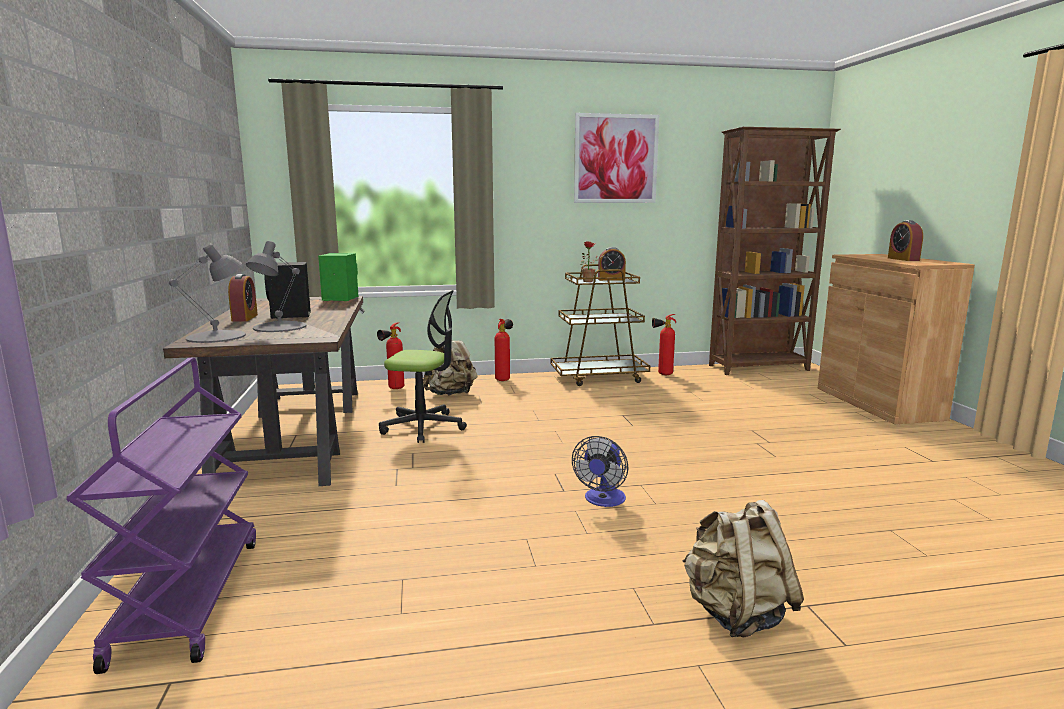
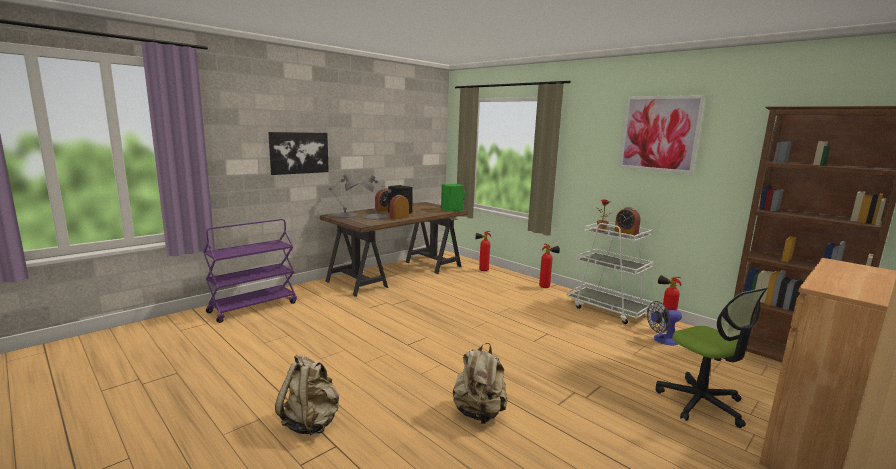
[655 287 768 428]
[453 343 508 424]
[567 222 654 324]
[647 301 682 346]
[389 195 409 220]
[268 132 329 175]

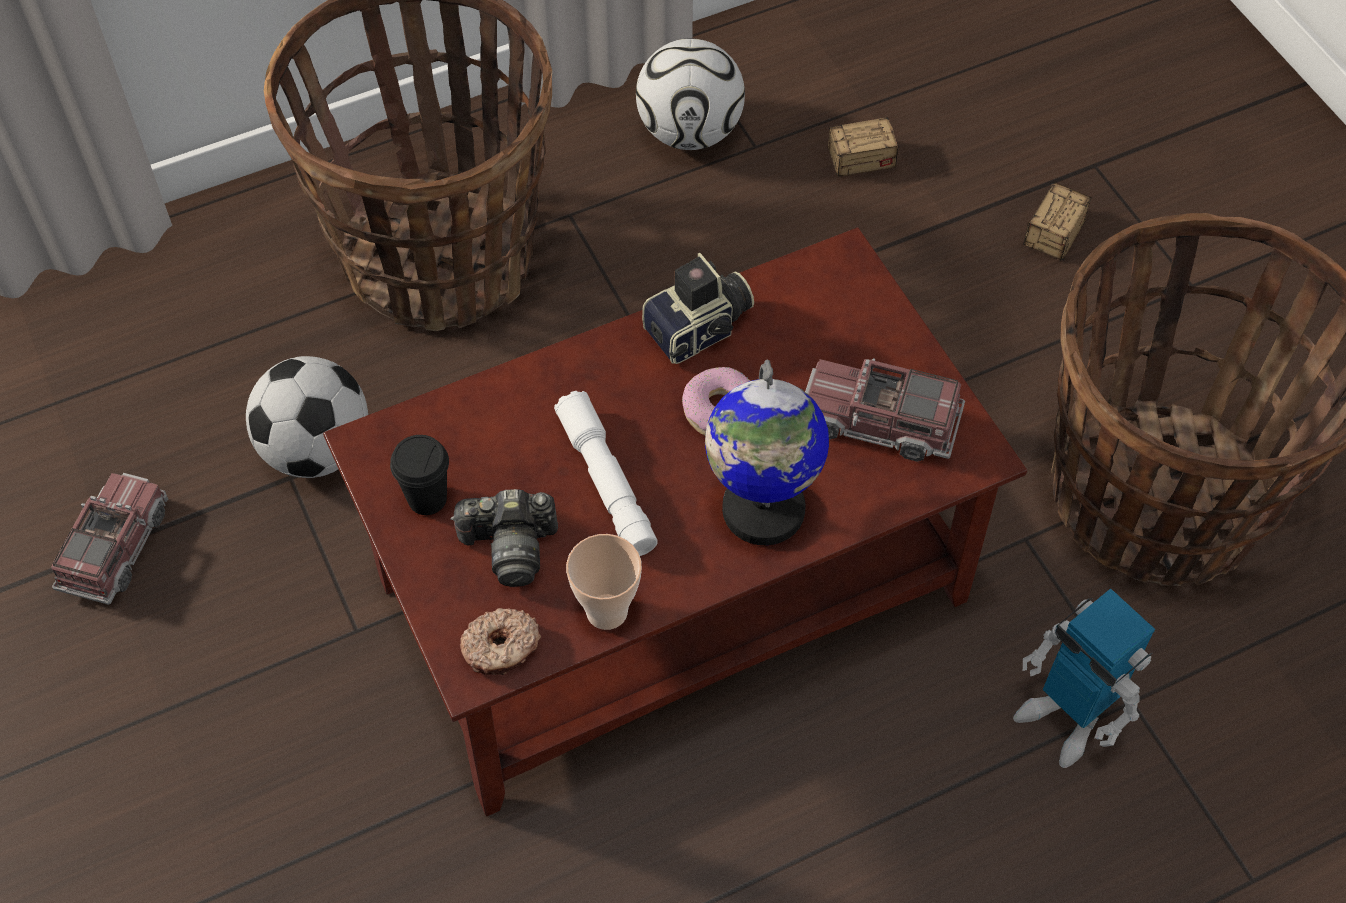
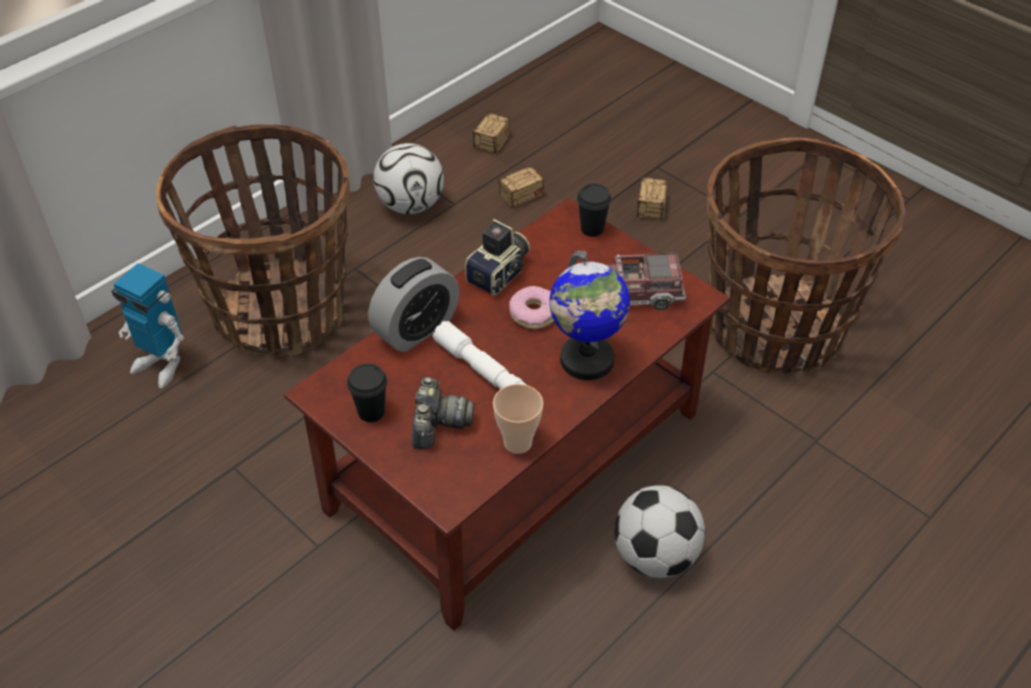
[51 473 168 605] (first image)
[615 485 705 578]
[412 377 474 449]
[460 608 541 675] (first image)
[111 263 184 388]
[368 257 459 352]
[472 112 510 154]
[577 184 611 237]

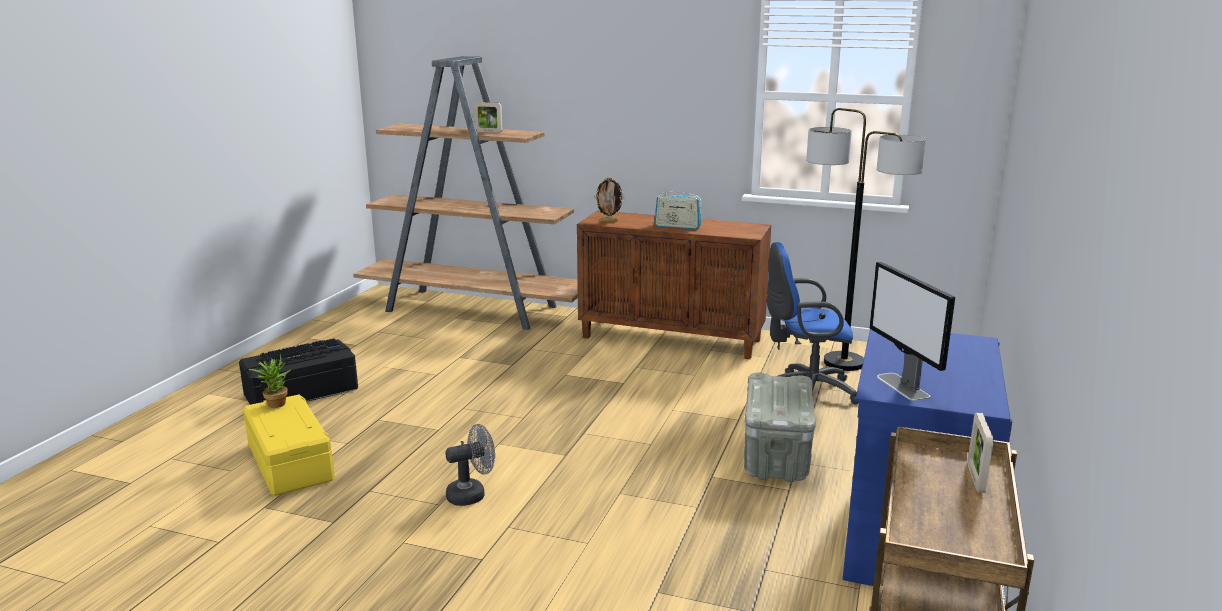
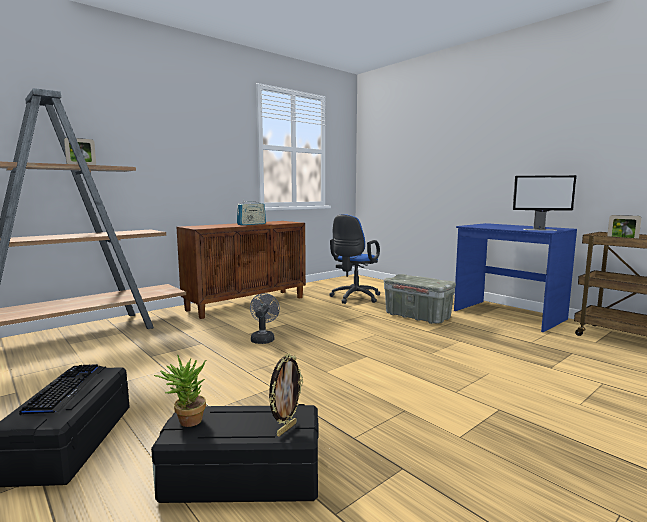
[151 404 318 503]
[250 293 280 344]
[269 353 303 436]
[806 108 926 371] (first image)

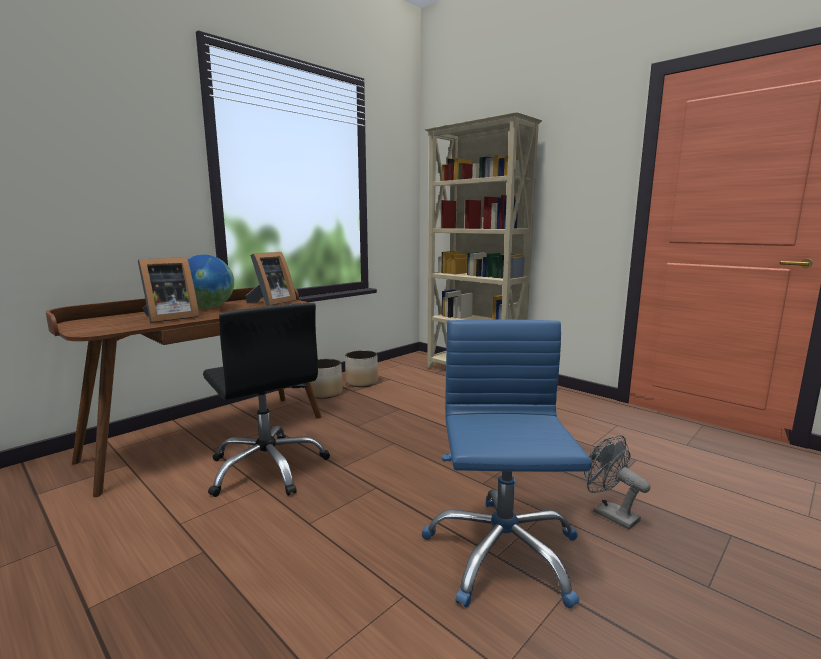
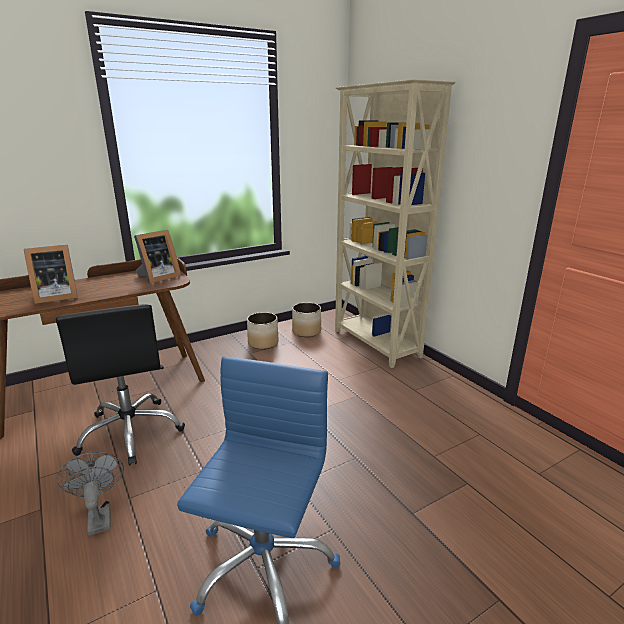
[188 255 234 309] (first image)
[292 303 321 337]
[57 452 124 536]

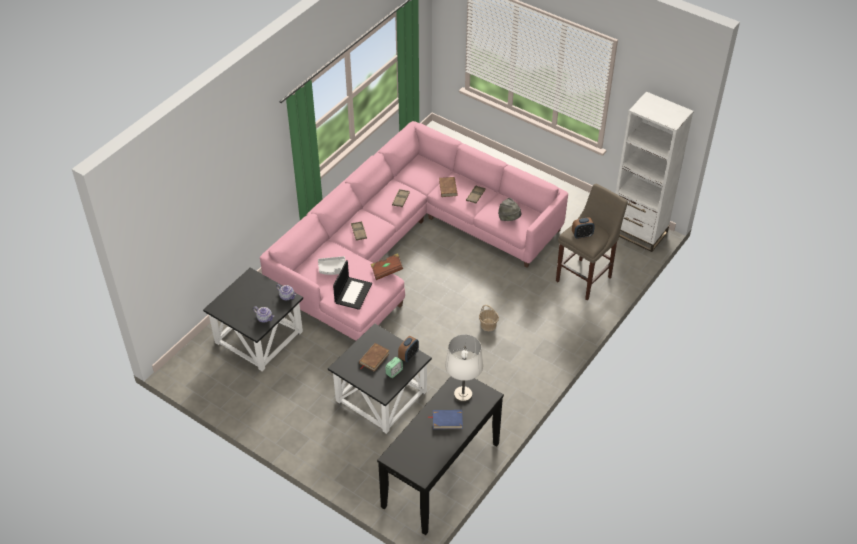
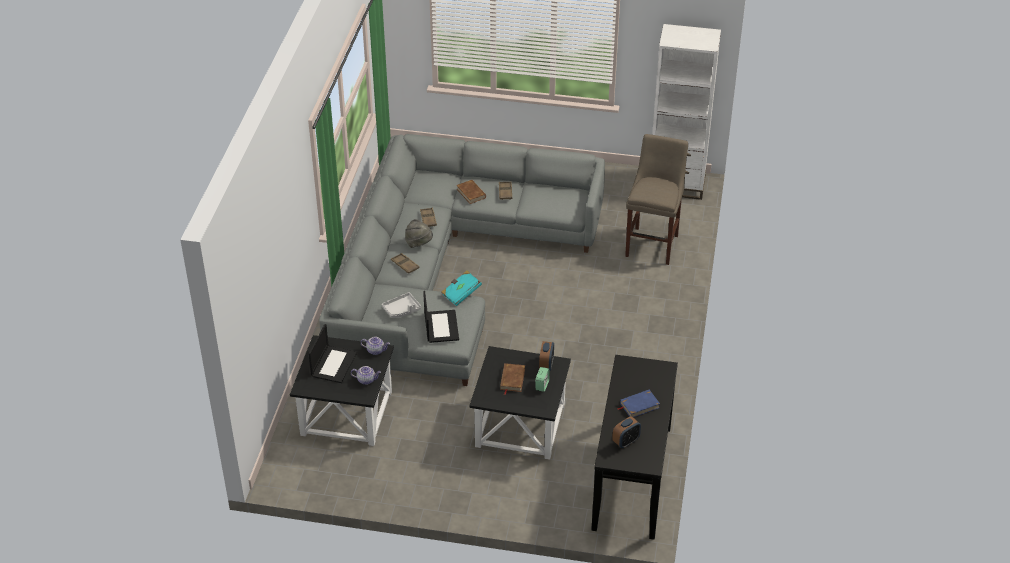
[319 134 605 386]
[442 271 482 306]
[445 334 483 403] (first image)
[479 305 499 331] (first image)
[405 219 433 248]
[612 416 641 448]
[308 324 357 383]

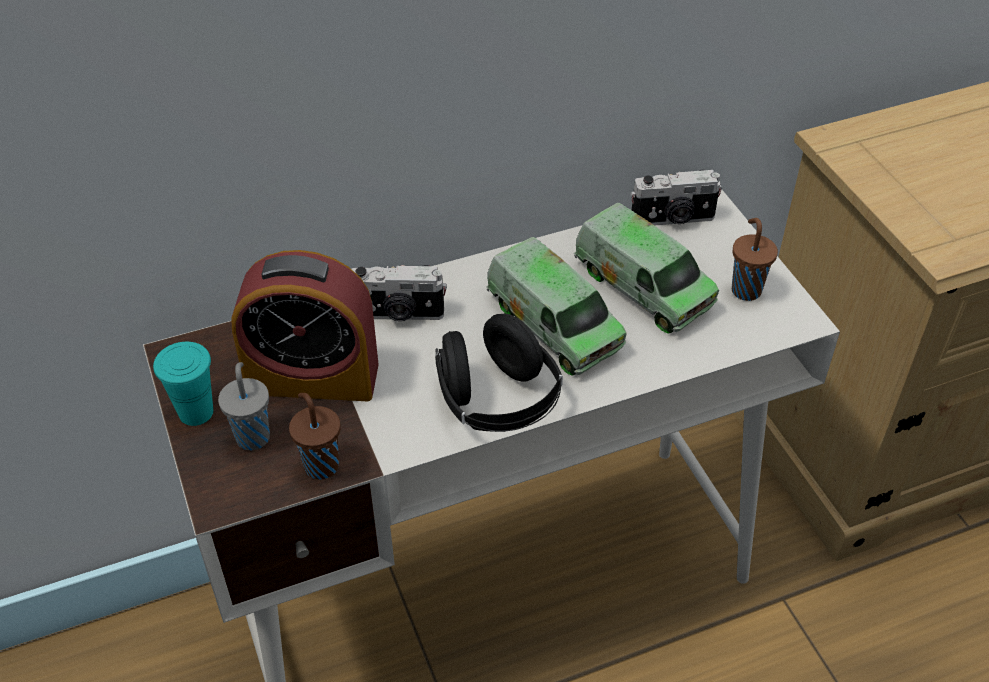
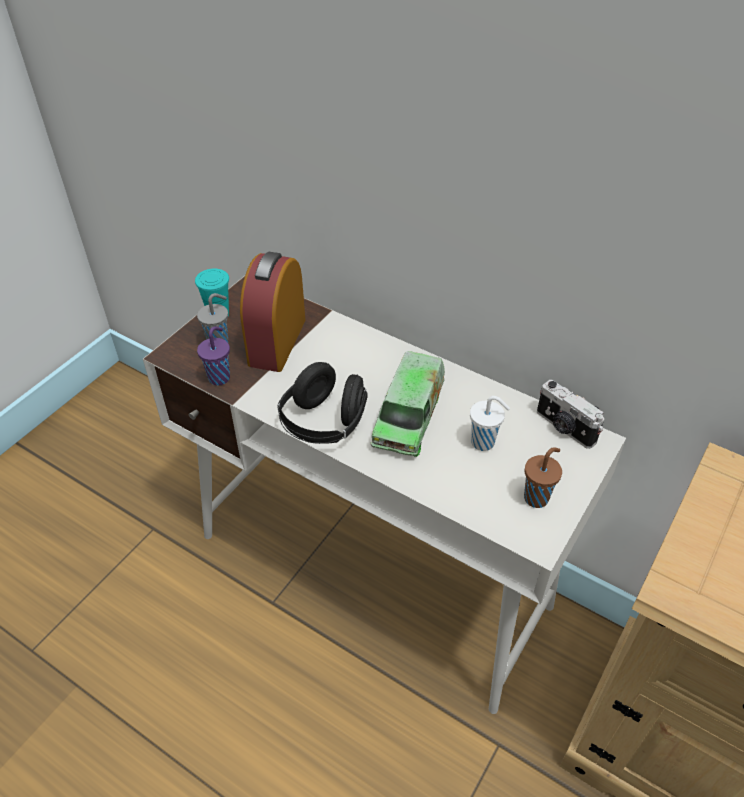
[240 252 305 372]
[197 326 230 386]
[352 265 447 321] (first image)
[470 396 510 451]

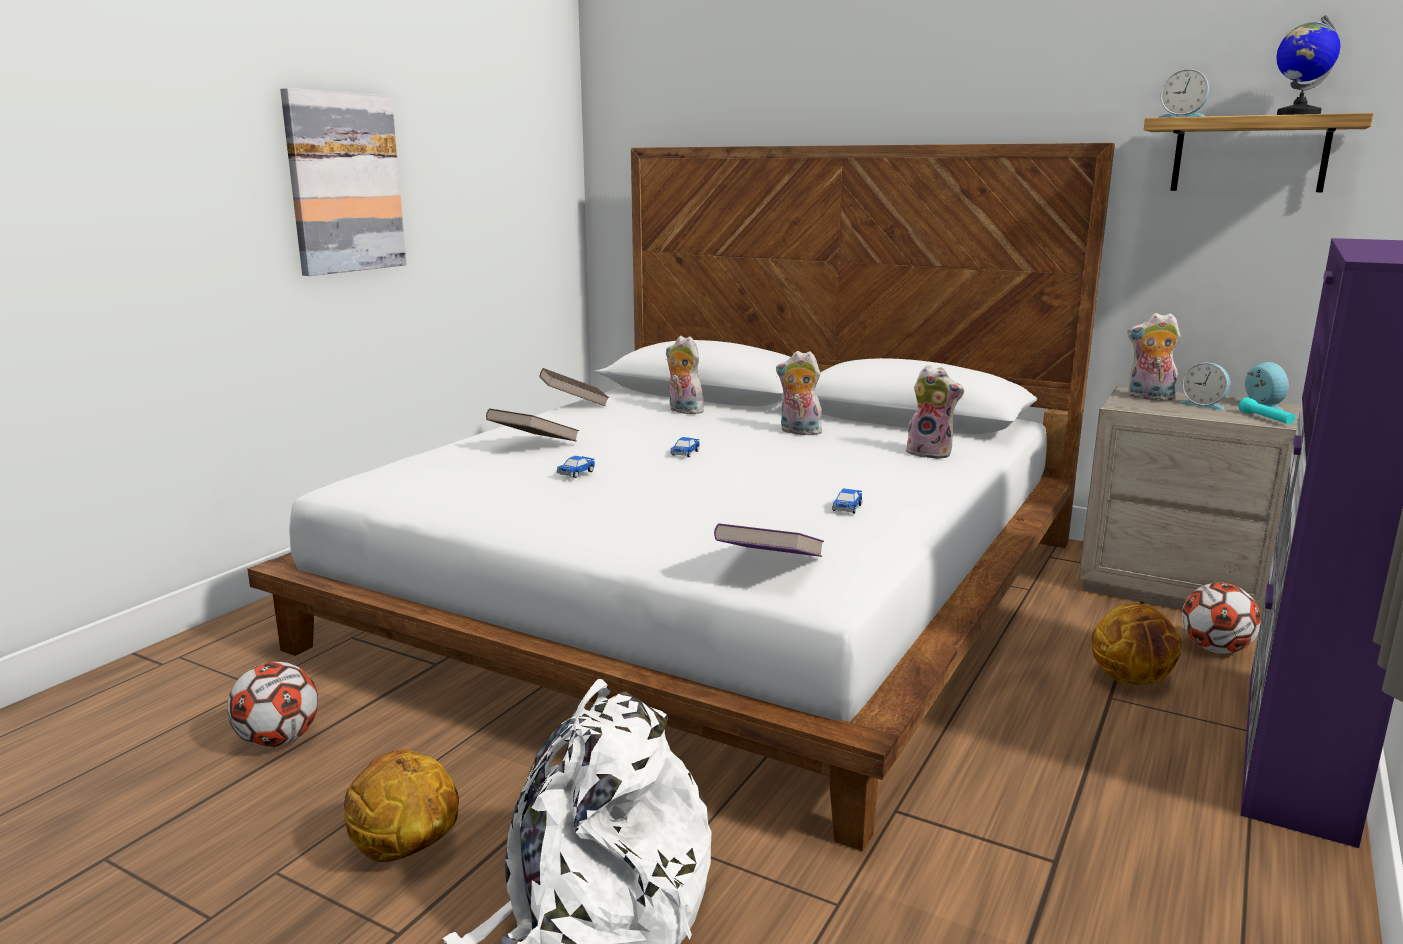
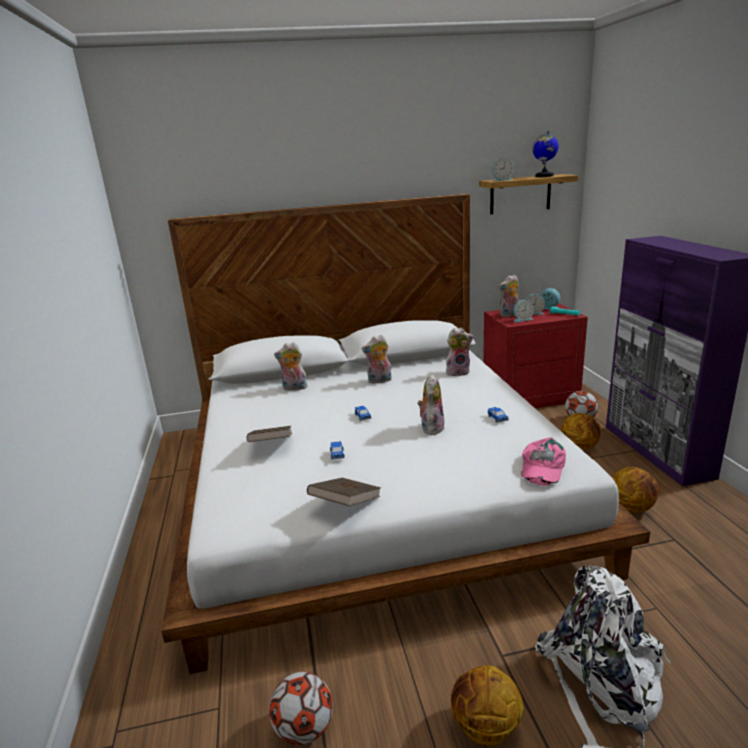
[280 88 407 276] (first image)
[307 478 381 506]
[521 437 566 486]
[483 303 588 408]
[418 374 444 435]
[513 300 534 322]
[612 467 659 512]

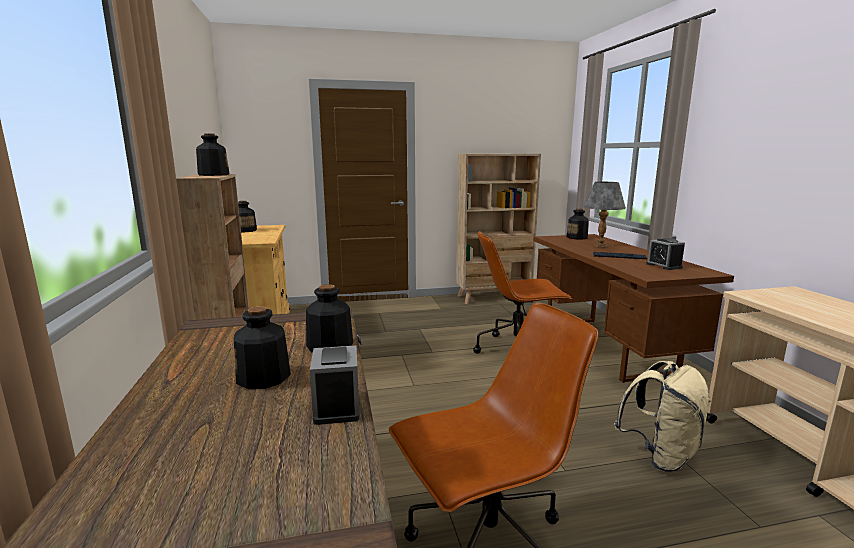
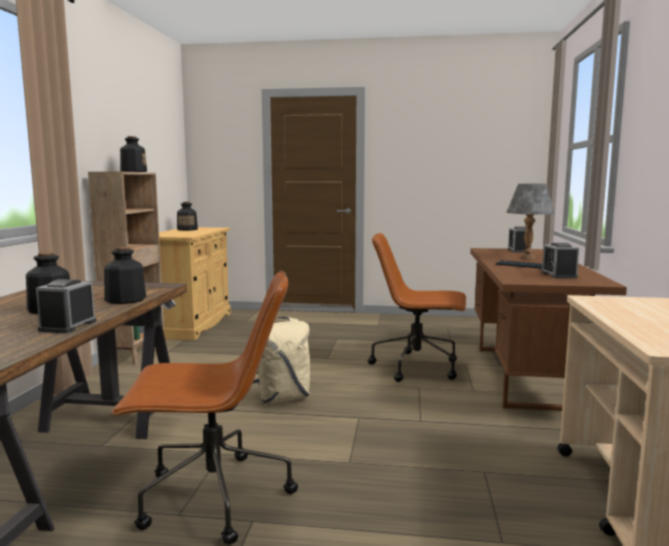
[456 154 541 304] (first image)
[508 227 532 253]
[253 316 310 403]

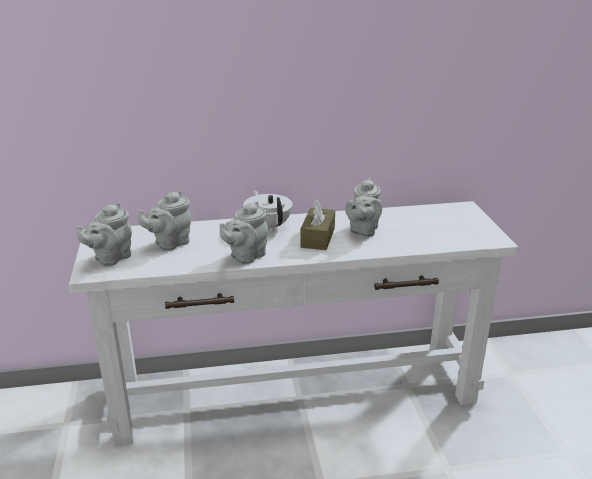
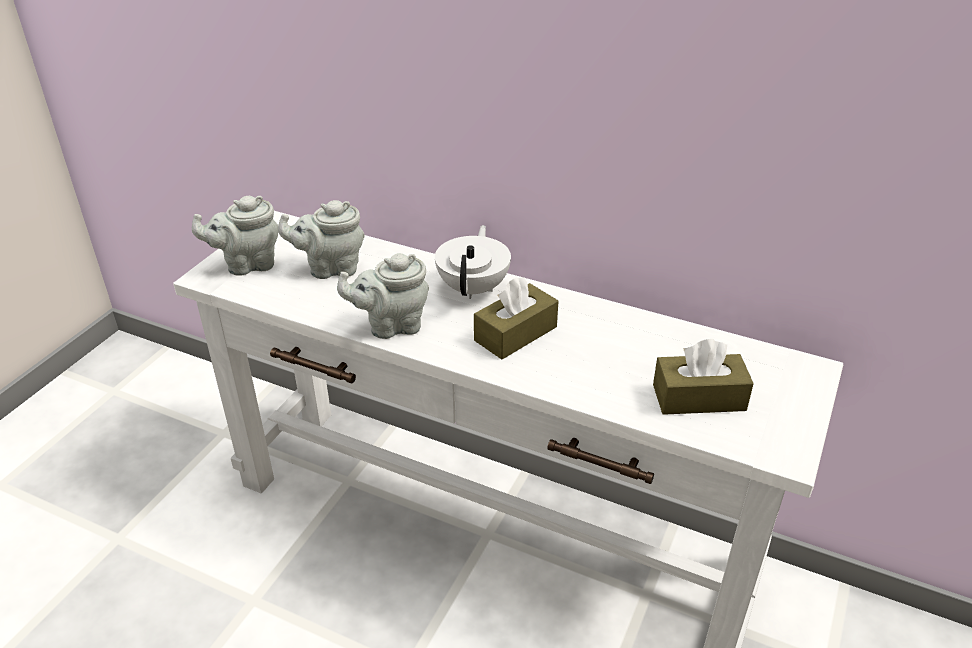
[345 178 382 237] (first image)
[653 339 754 415]

